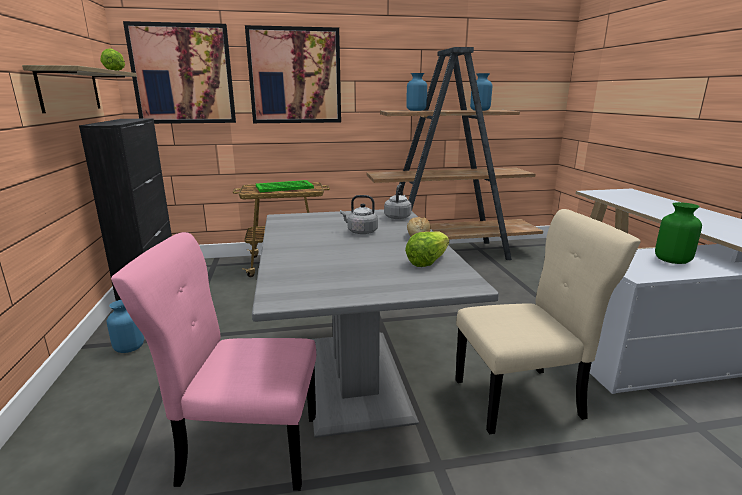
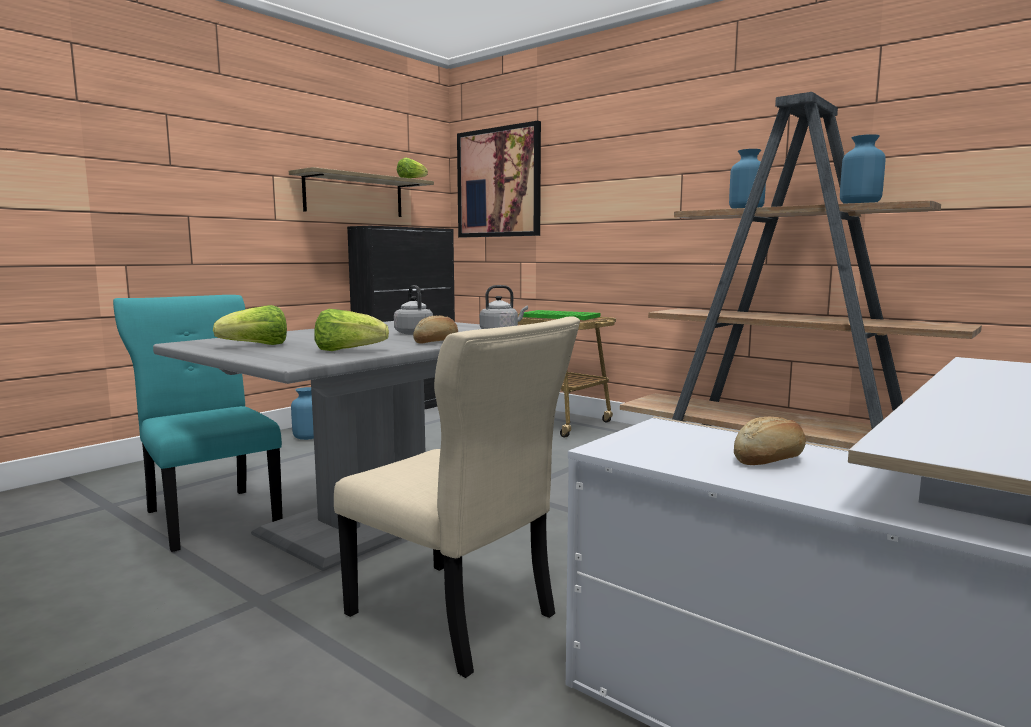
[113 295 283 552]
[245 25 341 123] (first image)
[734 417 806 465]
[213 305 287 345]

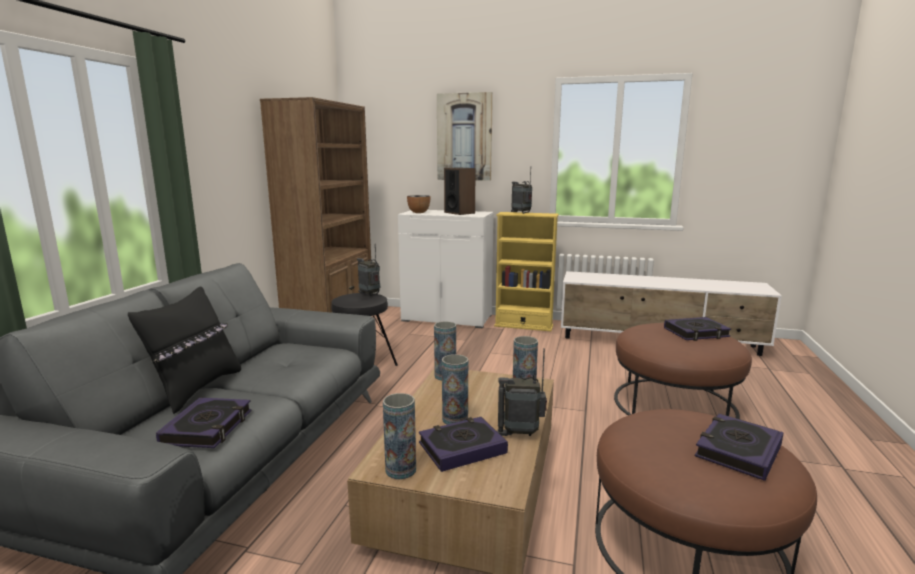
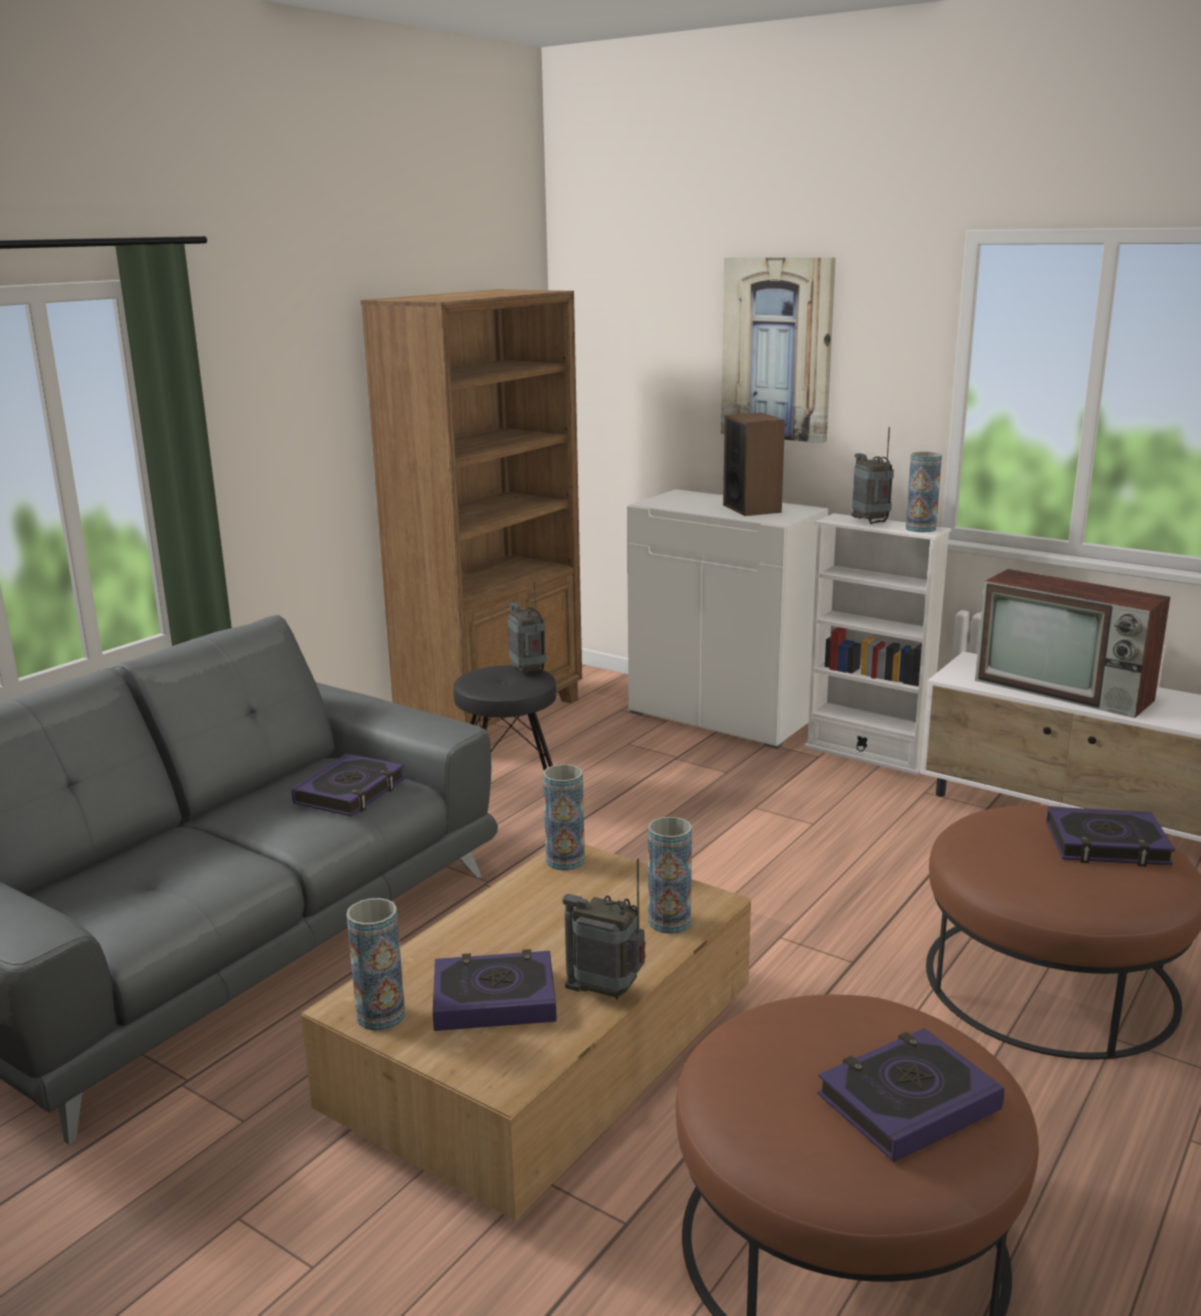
[128 286 241 414] (first image)
[291 754 405 817]
[407 195 431 213] (first image)
[906 452 942 532]
[804 513 951 775]
[975 569 1170 718]

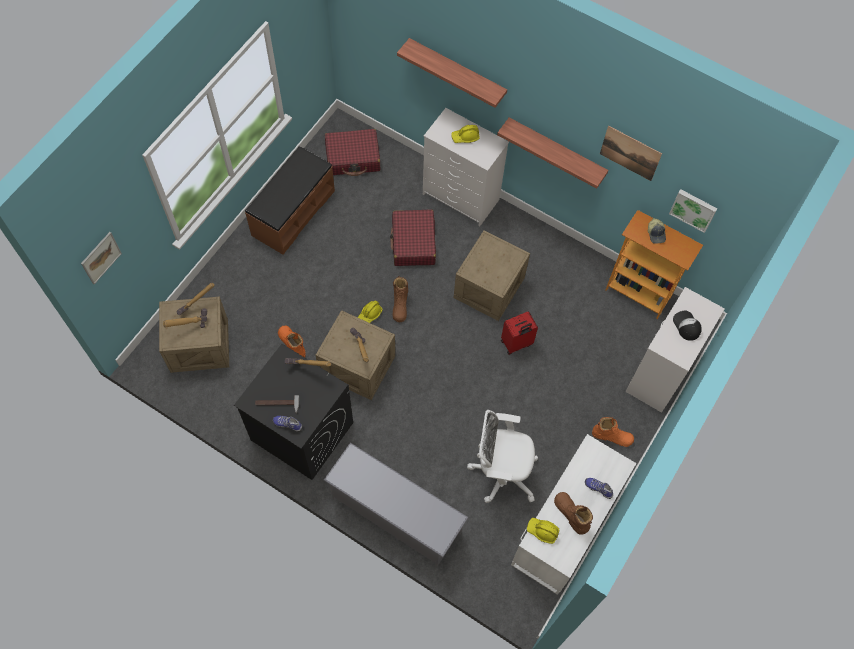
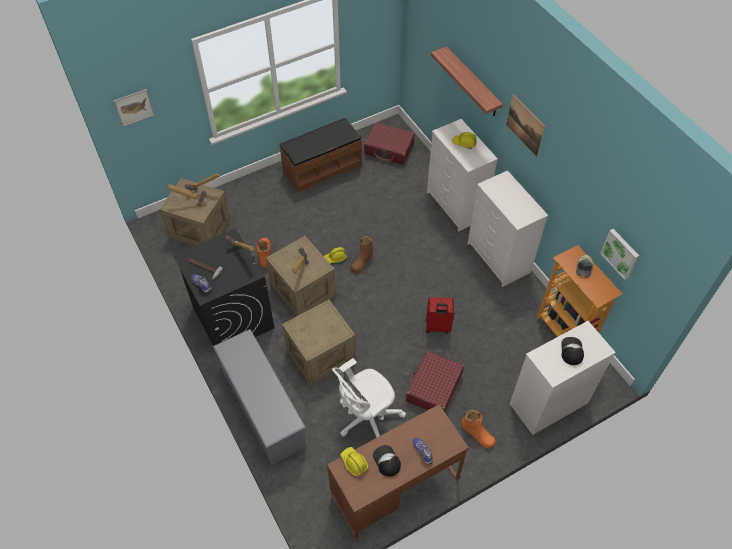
[406 351 464 412]
[282 300 356 385]
[332 358 406 438]
[497 117 608 189] (first image)
[327 405 469 539]
[373 445 401 477]
[506 94 545 157]
[467 170 548 287]

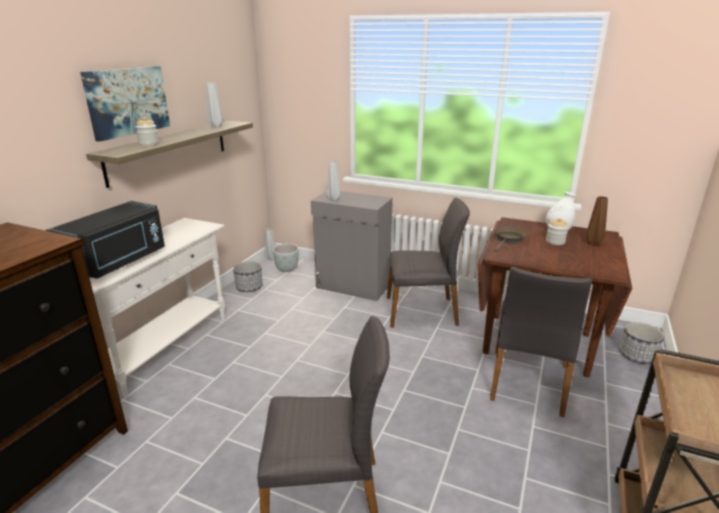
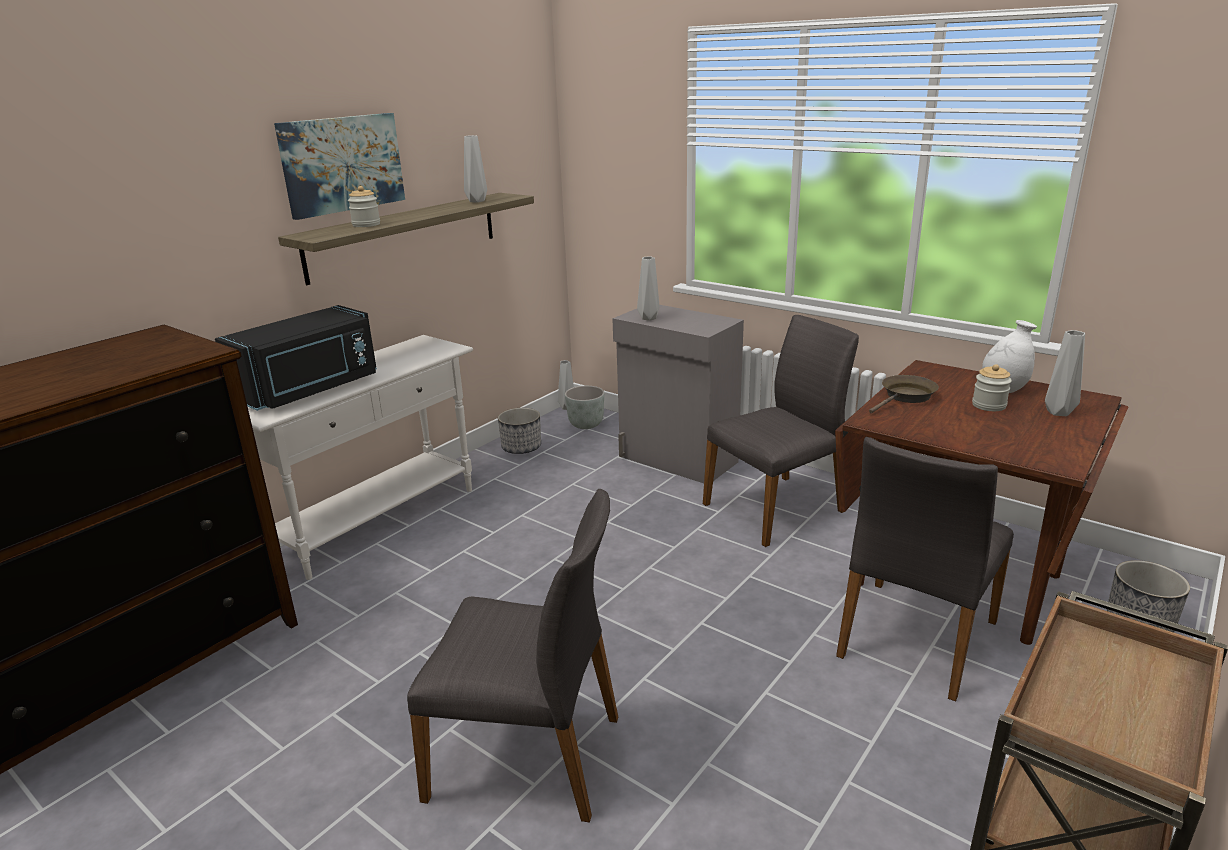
[703 315 859 547]
[1045 330 1085 416]

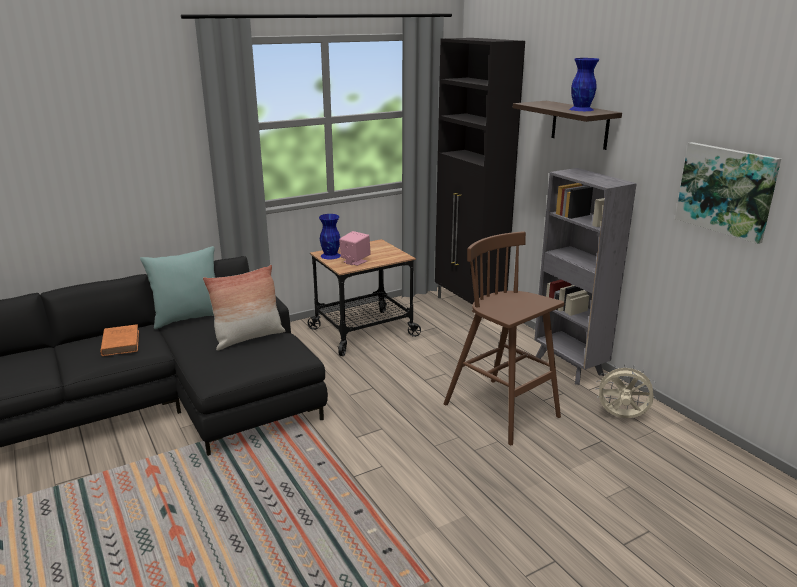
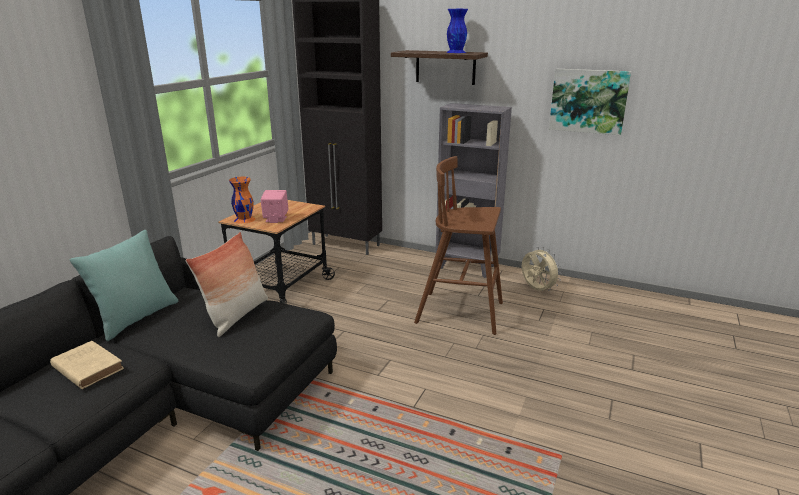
[50 341 124 389]
[229 177 255 224]
[522 247 562 291]

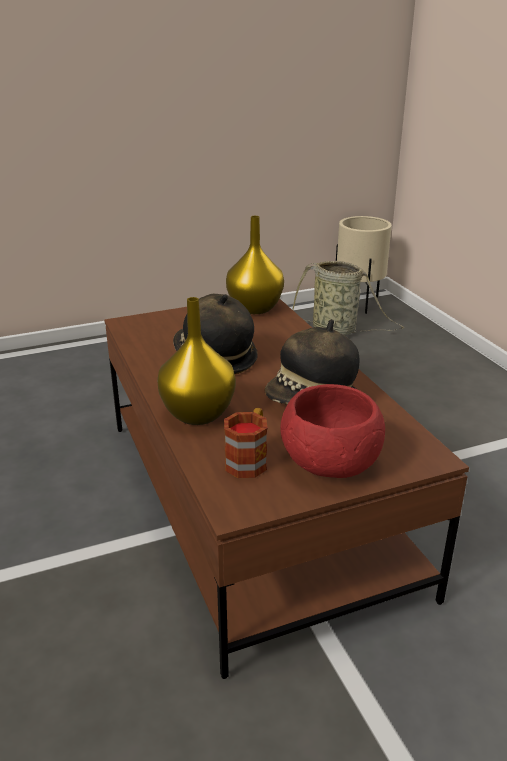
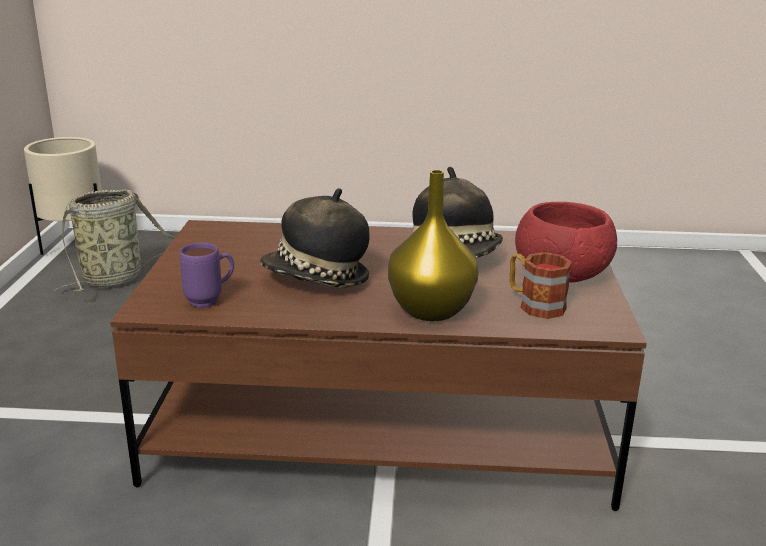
[226 216 284 314] (first image)
[180 243 234 308]

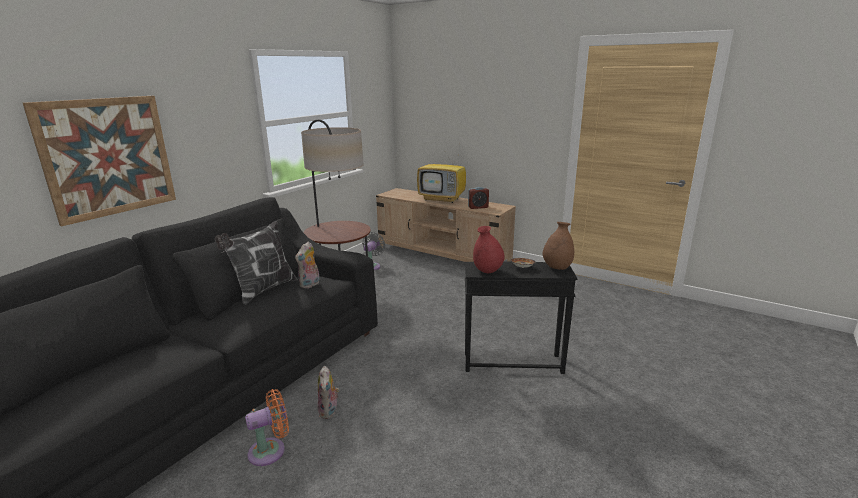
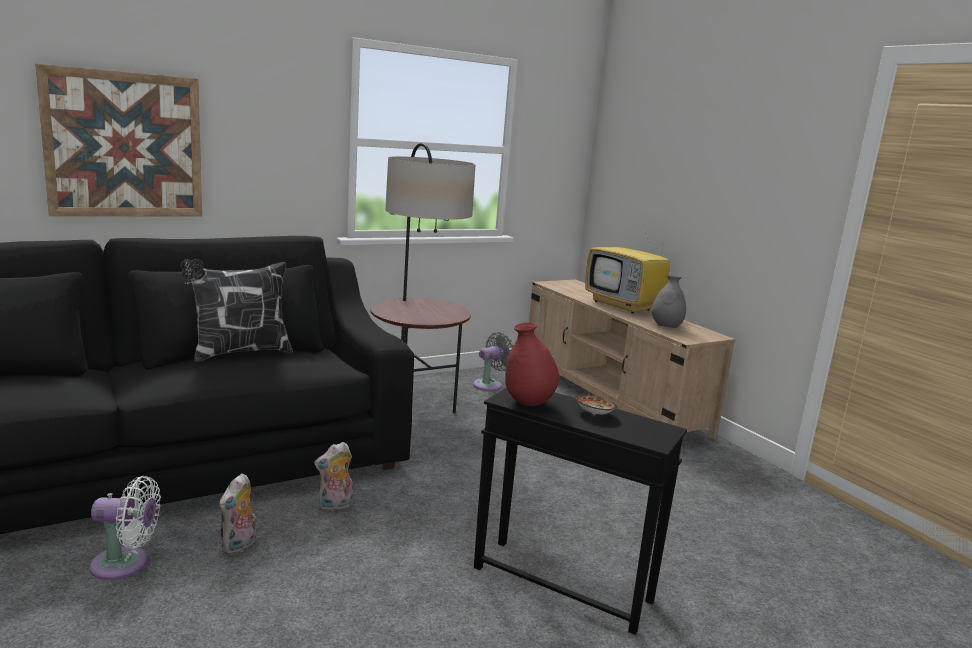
[90 476 161 580]
[314 442 353 512]
[651 275 686 328]
[543 222 574 270] (first image)

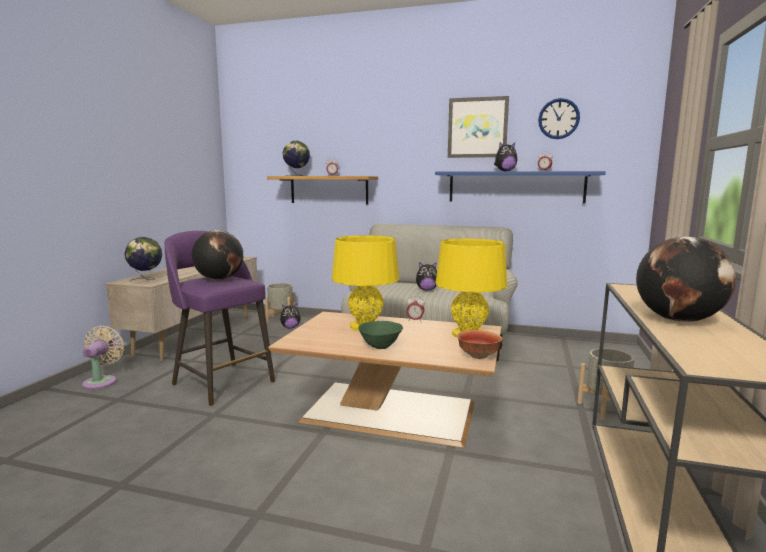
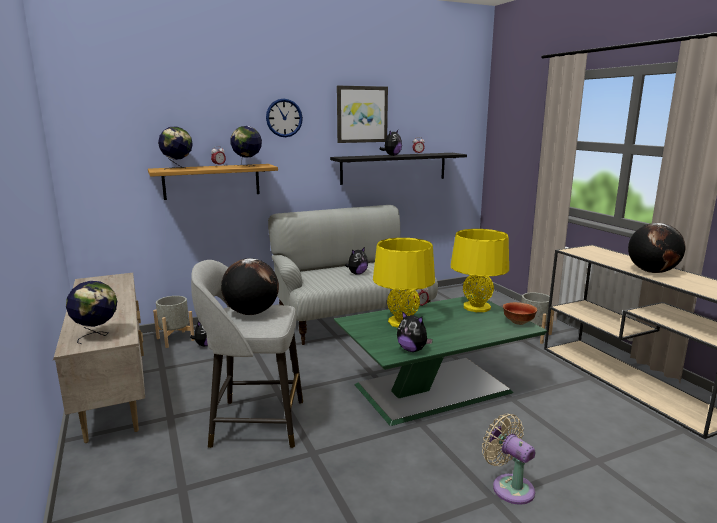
[482 413 535 505]
[191 260 303 448]
[334 295 547 426]
[358 321 403 349] (first image)
[330 153 467 185]
[266 99 303 137]
[230 126 262 167]
[397 311 433 352]

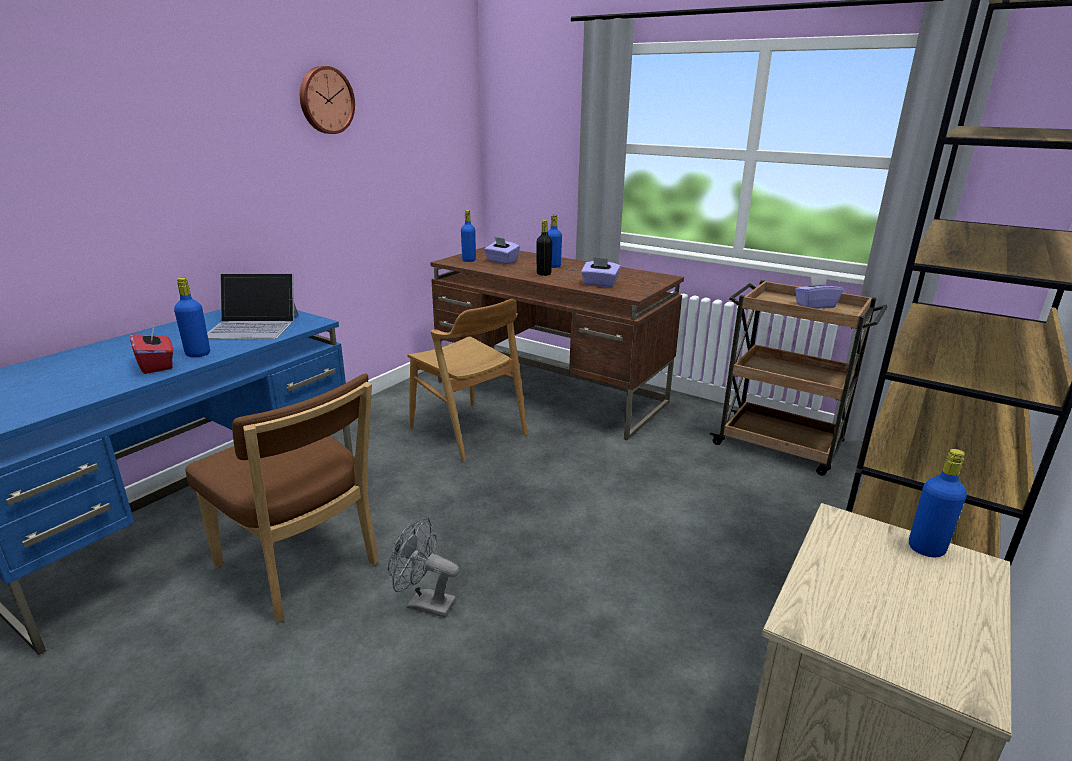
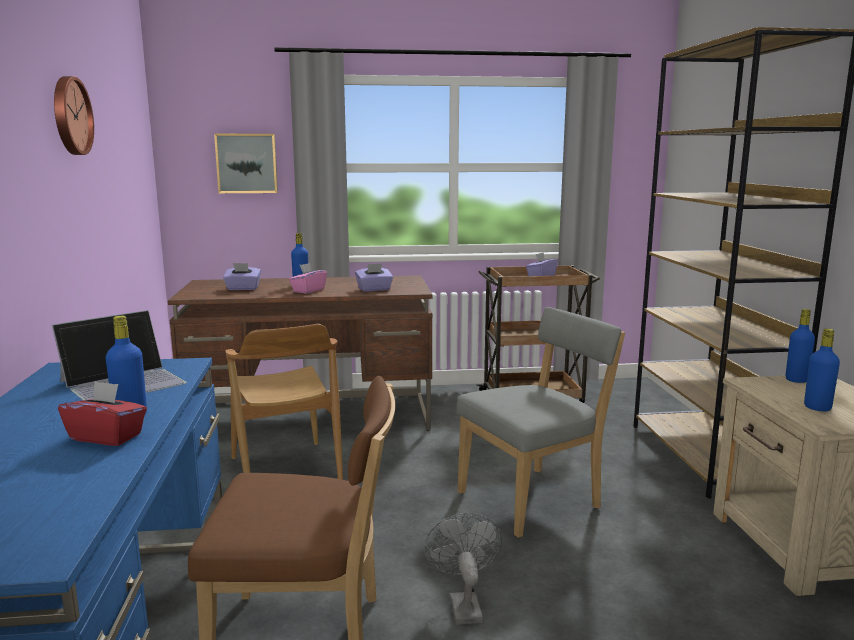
[424 513 502 625]
[226 324 343 480]
[804 329 840 411]
[289 263 327 294]
[214 134 278 193]
[456 307 625 538]

